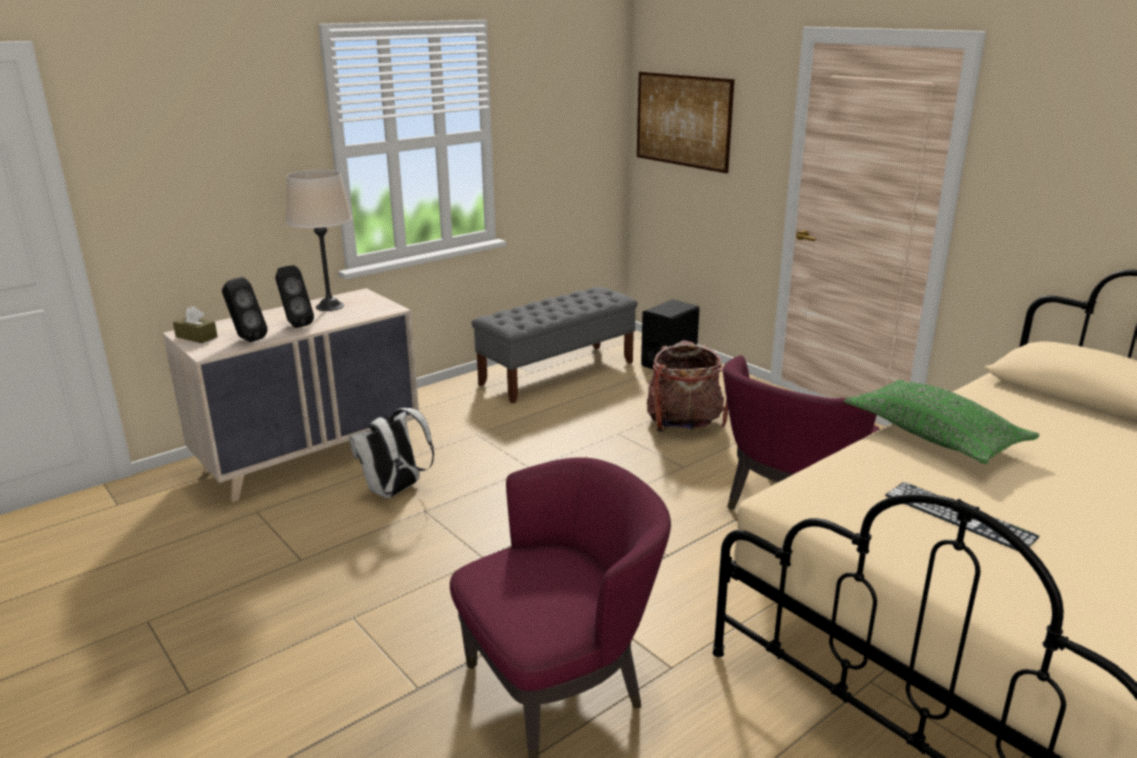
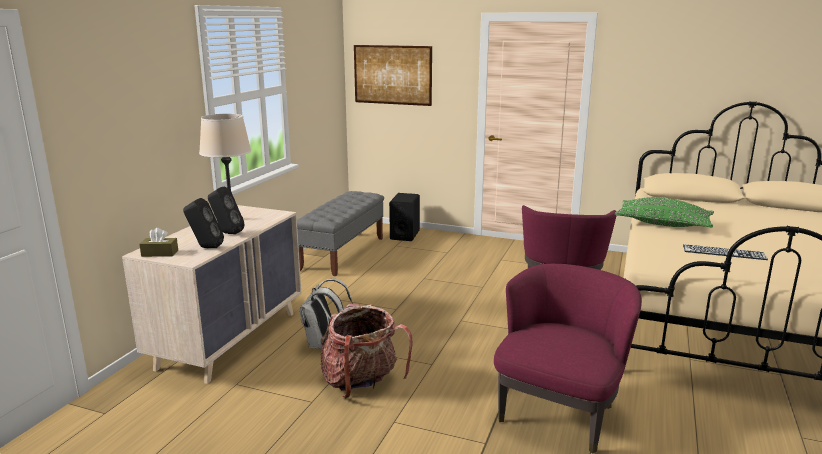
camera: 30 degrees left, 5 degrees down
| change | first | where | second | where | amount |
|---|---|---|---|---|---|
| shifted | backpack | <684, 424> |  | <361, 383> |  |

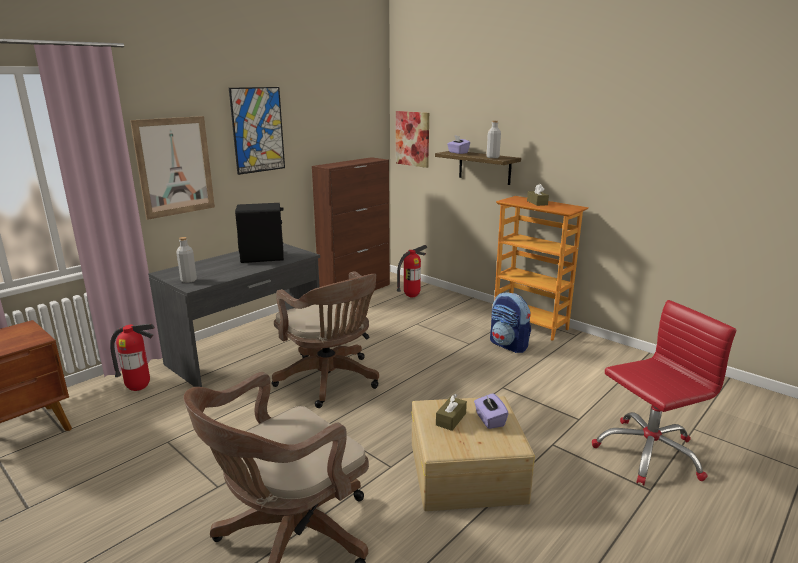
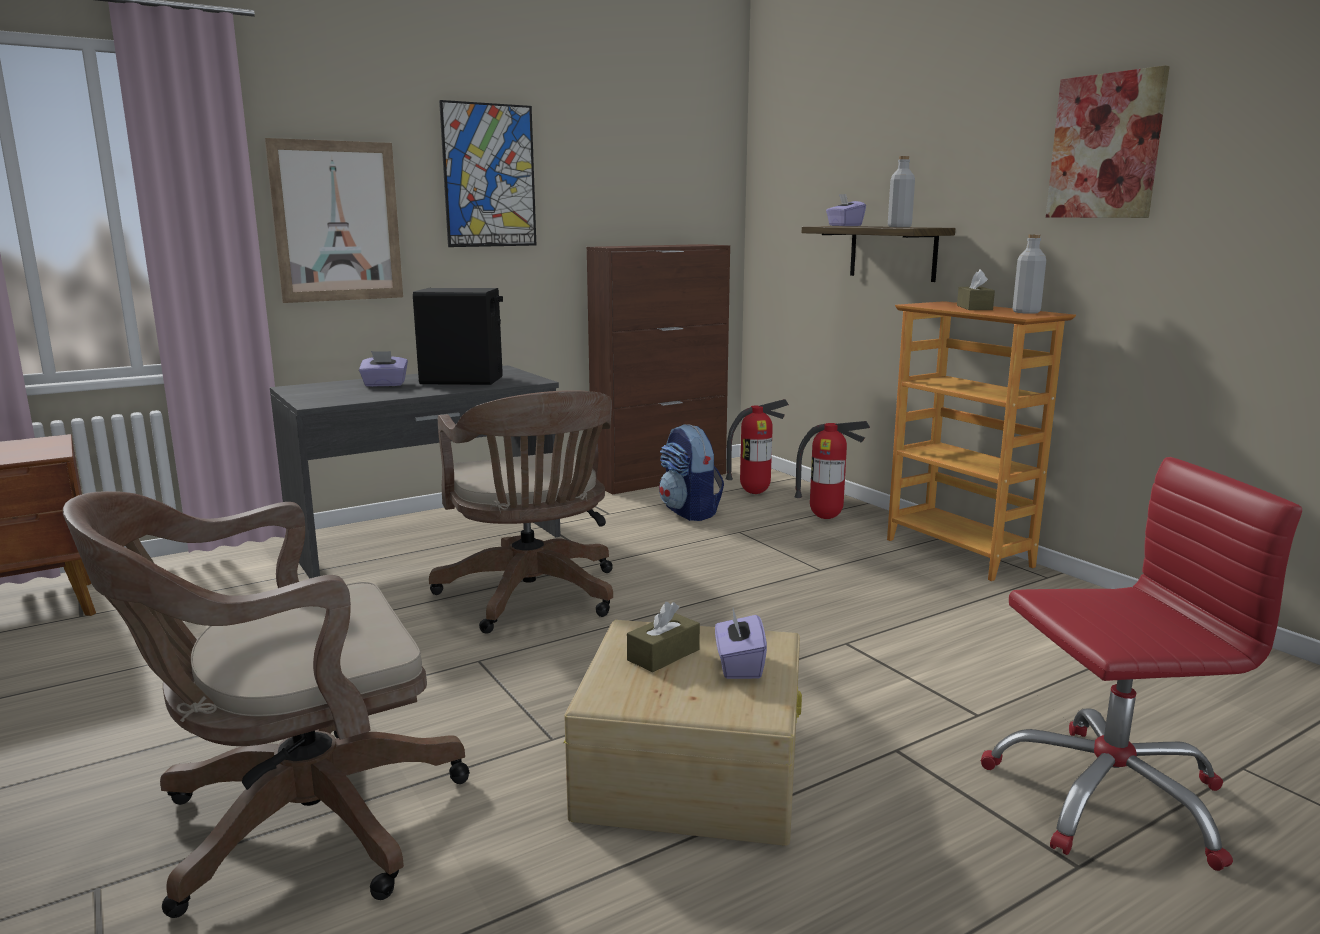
camera: 15 degrees right, 5 degrees down
| change | first | where | second | where | amount |
|---|---|---|---|---|---|
| new |  |  | tissue box (purple) | <384, 384> |  |
| shifted | fire extinguisher | <139, 388> |  | <826, 517> |  |
| shifted | bottle (grey) | <188, 280> |  | <1026, 312> |  |
| shifted | picture | <412, 139> |  | <1105, 146> |  |
| shifted | backpack | <509, 345> |  | <690, 512> |  |

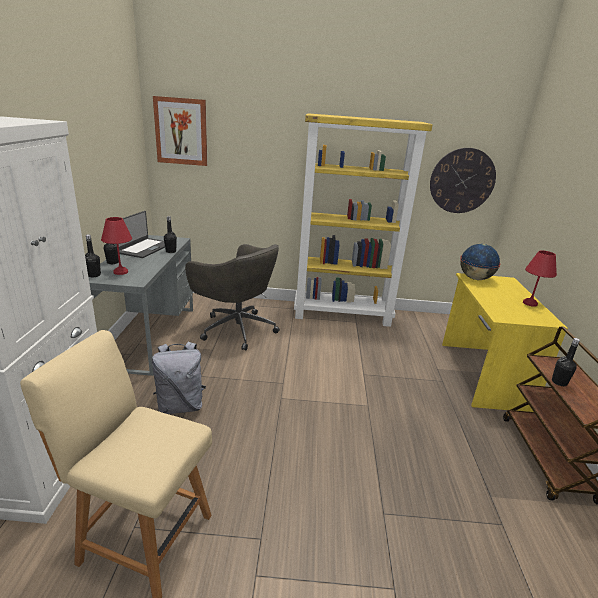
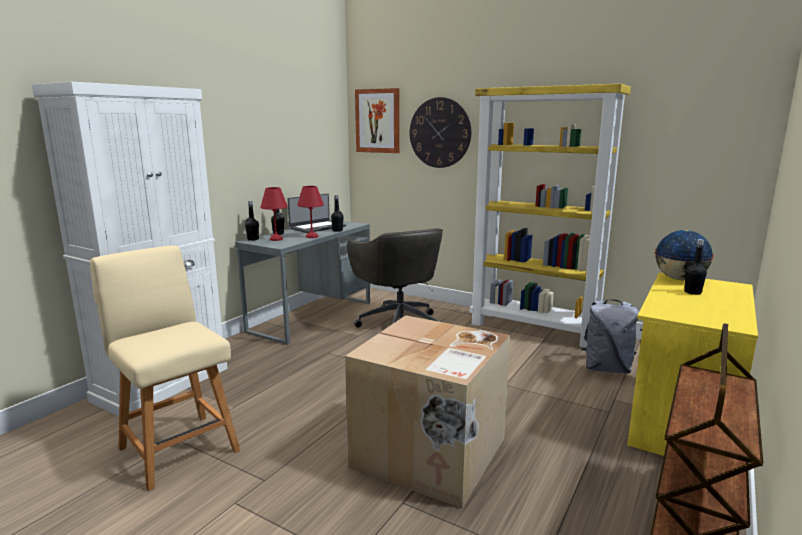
camera: 30 degrees right, 10 degrees down
| change | first | where | second | where | amount |
|---|---|---|---|---|---|
| new |  |  | cardboard box | <430, 454> |  |
| shifted | backpack (grey) | <181, 405> |  | <607, 368> |  |
| shifted | wall clock | <462, 181> |  | <440, 133> |  |
| shifted | table lamp (red) | <530, 303> |  | <311, 237> |  |
| shifted | bottle (black) | <559, 382> |  | <692, 292> |  |

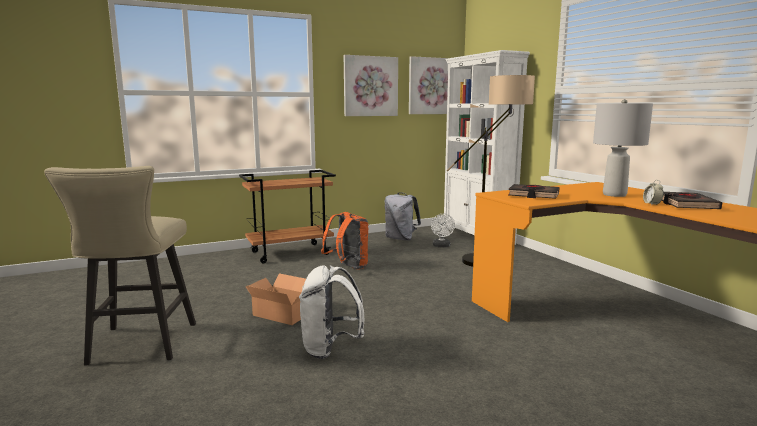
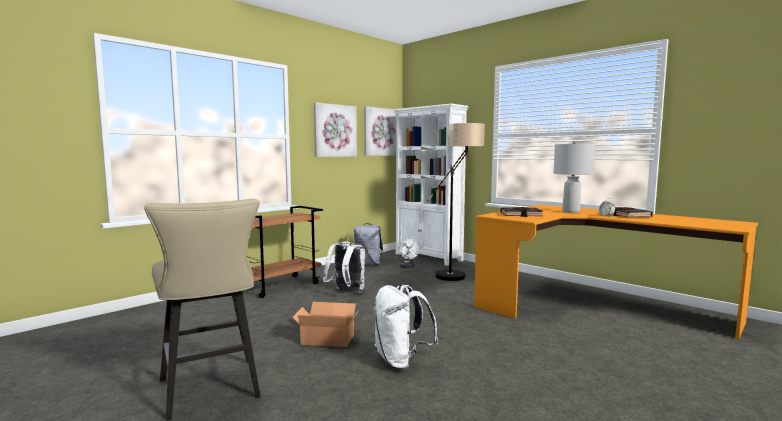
camera: 20 degrees left, 5 degrees down
| change | first | where | second | where | amount |
|---|---|---|---|---|---|
| repainted | backpack (orange) | <348, 267> | backpack (white) | <346, 292> |  |

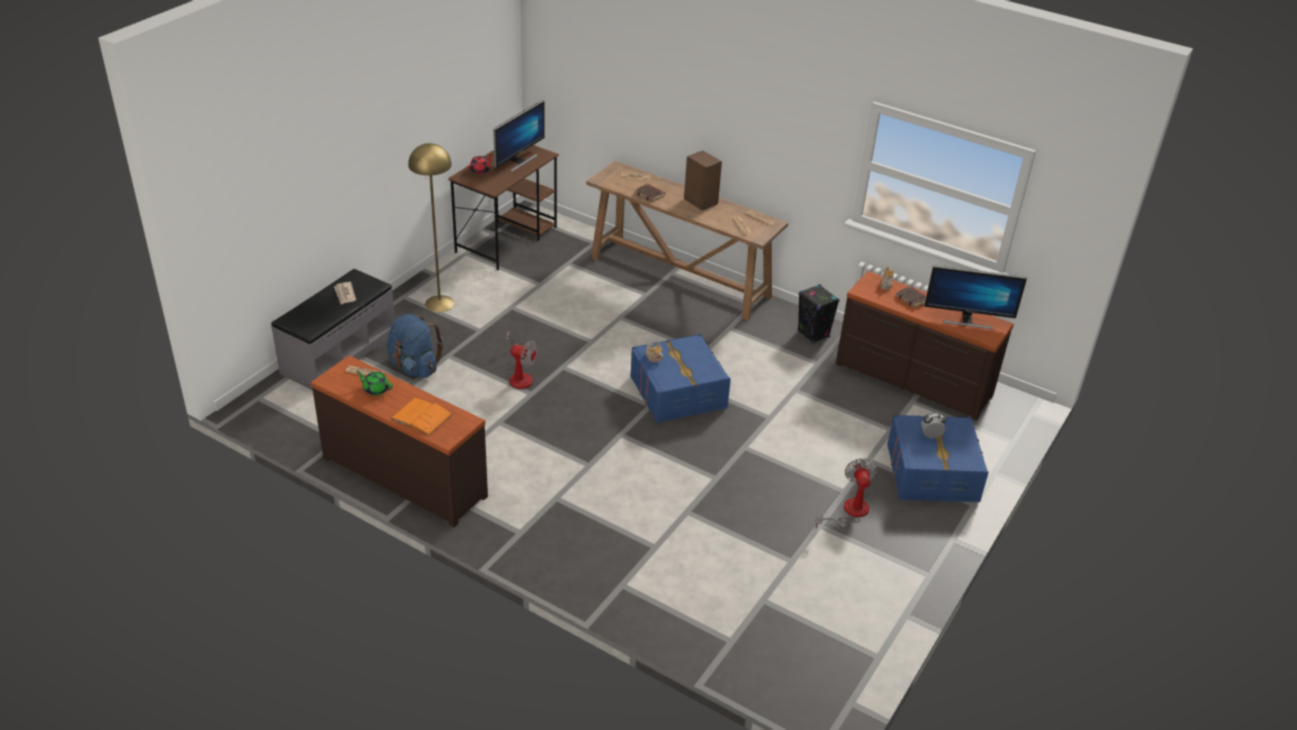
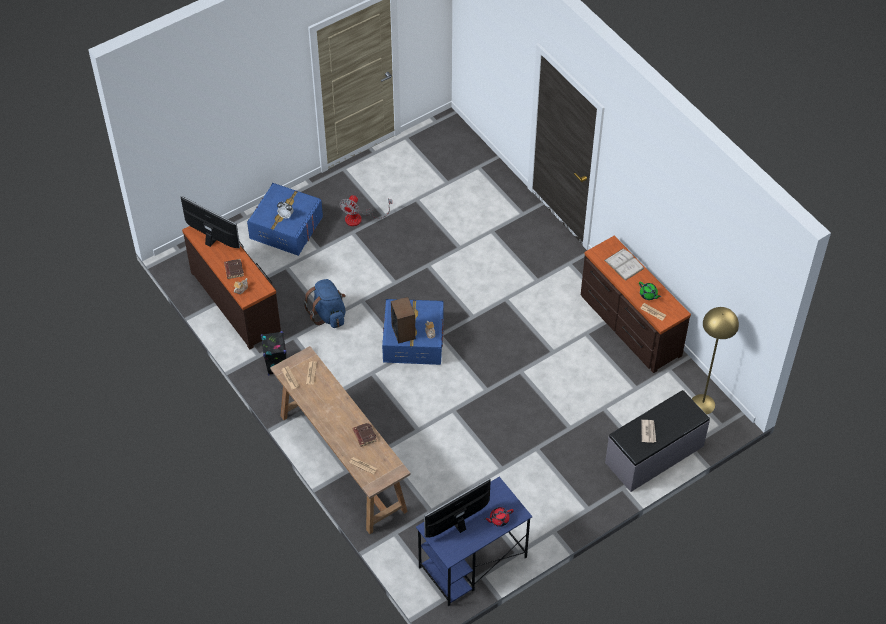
camera: 155 degrees left, 15 degrees up
| change | first | where | second | where | amount |
|---|---|---|---|---|---|
| gone | fan | <519, 376> |  |  |  |
| shifted | backpack (blue) | <414, 368> |  | <328, 314> |  |
| shifted | floor lamp (yellow) | <439, 303> |  | <702, 404> |  |
| shifted | speaker | <700, 201> |  | <403, 332> |  |
| repainted | book (orange) | <421, 417> | book (white) | <624, 264> |  |
| repainted | desk (brown) | <507, 239> | desk (blue) | <472, 563> |  |

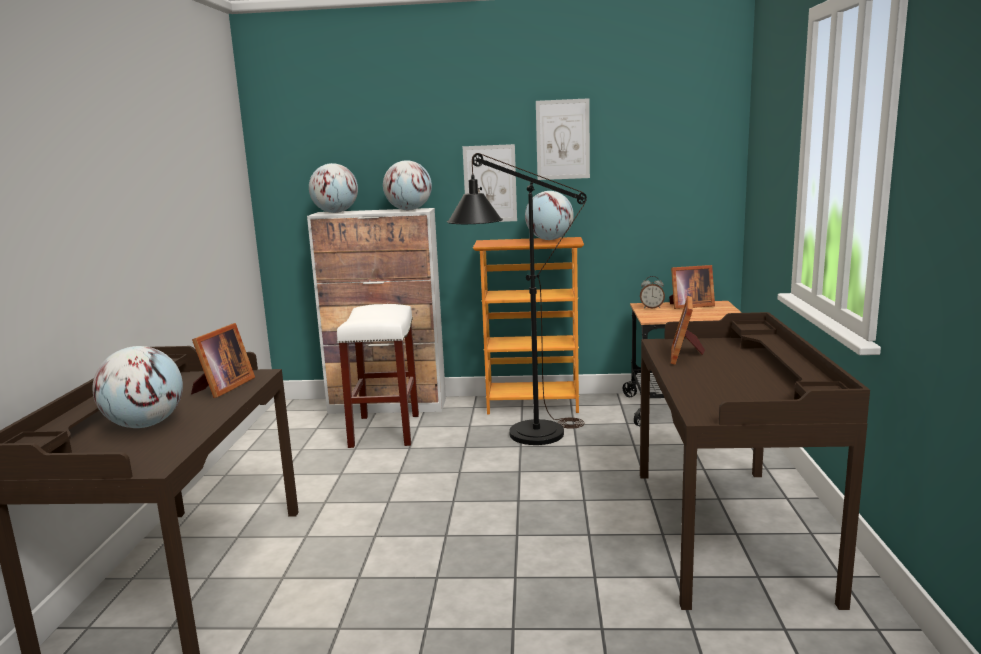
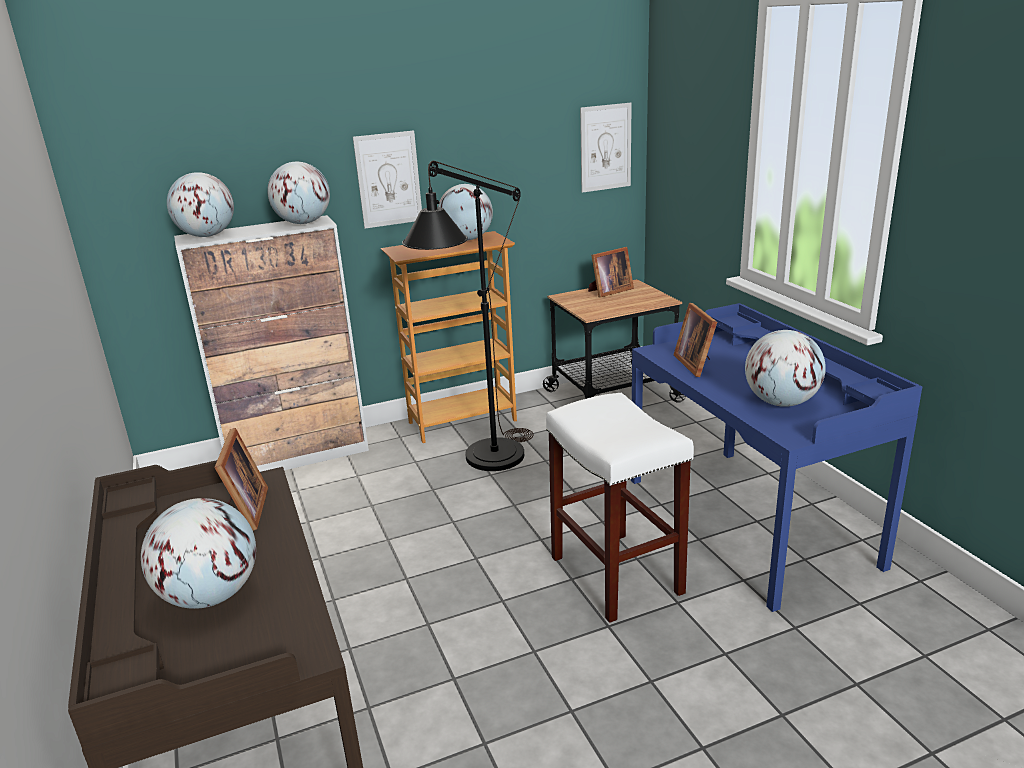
camera: 25 degrees left, 10 degrees up
| change | first | where | second | where | amount |
|---|---|---|---|---|---|
| gone | alarm clock | <652, 307> |  |  |  |
| new |  |  | globe | <781, 402> |  |
| shifted | stool (white) | <384, 430> |  | <614, 574> |  |
| shifted | picture | <563, 139> |  | <605, 147> |  |
| repainted | desk (brown) | <729, 531> | desk (blue) | <749, 520> |  |

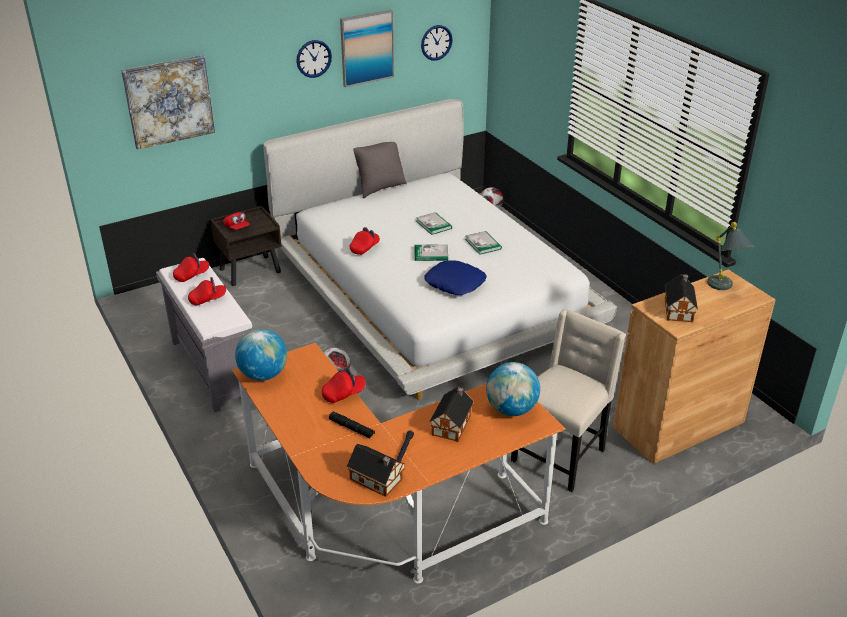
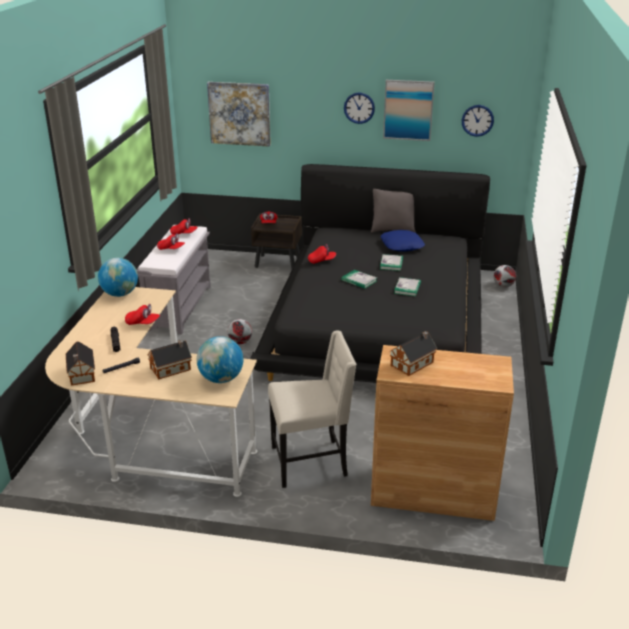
camera: 40 degrees right, 5 degrees down
| change | first | where | second | where | amount |
|---|---|---|---|---|---|
| gone | table lamp (grey) | <723, 288> |  |  |  |
| shifted | pillow (blue) | <455, 283> |  | <402, 245> |  |
| repainted | desk (orange) | <384, 517> | desk (beige) | <148, 434> |  |
| repainted | bed (white) | <431, 289> | bed (black) | <378, 319> |  |

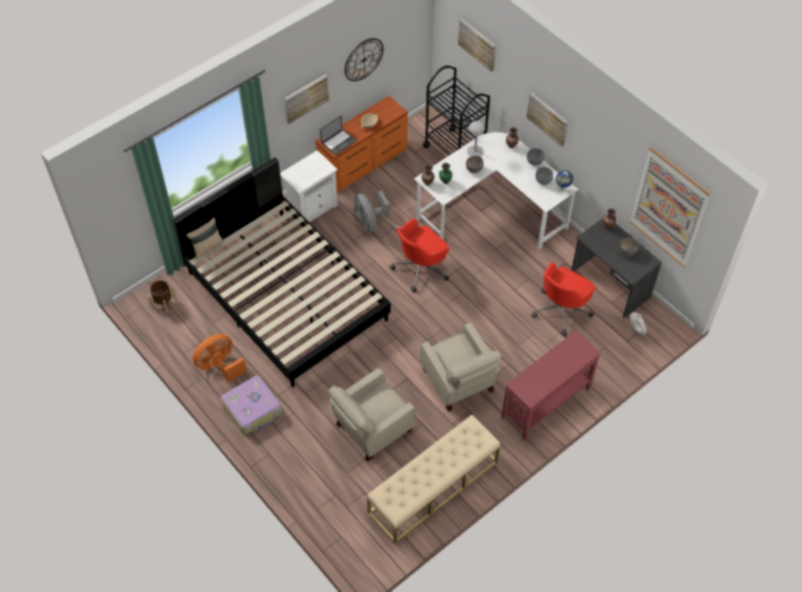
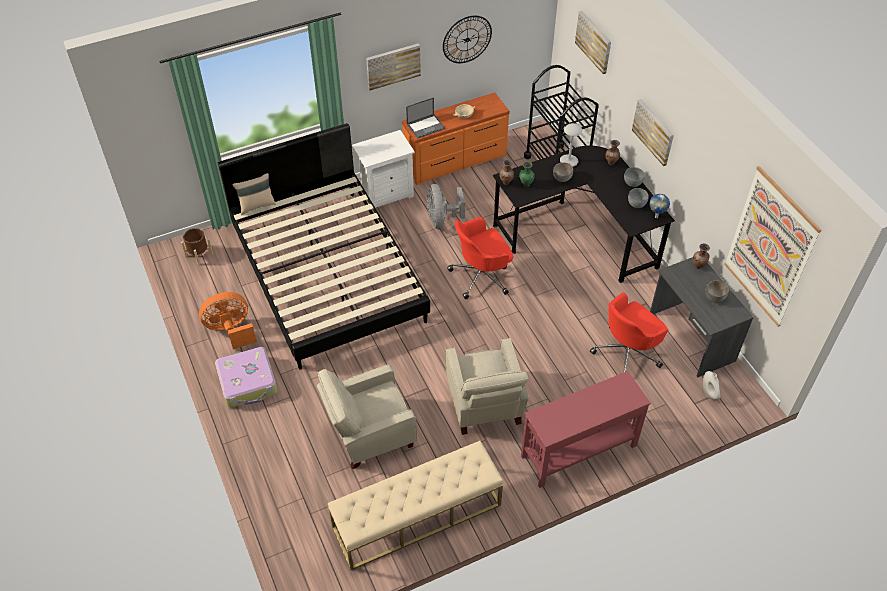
camera: 15 degrees right, 5 degrees down
| change | first | where | second | where | amount |
|---|---|---|---|---|---|
| repainted | desk (white) | <492, 209> | desk (black) | <579, 232> |  |

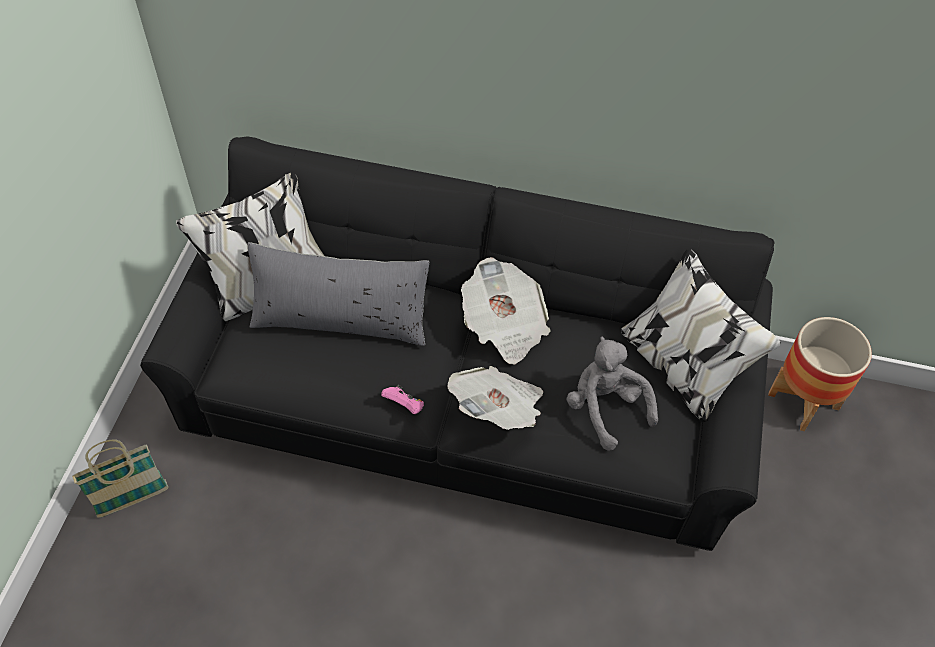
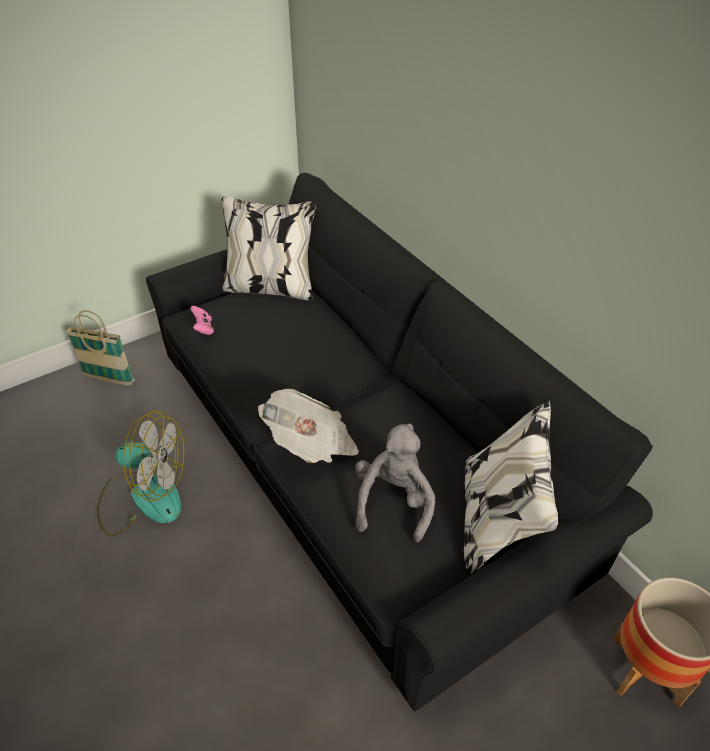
camera: 45 degrees right, 10 degrees down
| change | first | where | second | where | amount |
|---|---|---|---|---|---|
| gone | pillow (grey) | <340, 318> |  |  |  |
| gone | newspaper | <504, 325> |  |  |  |
| new |  |  | fan | <144, 497> |  |
| shifted | game controller (pink) | <404, 406> |  | <203, 328> |  |

